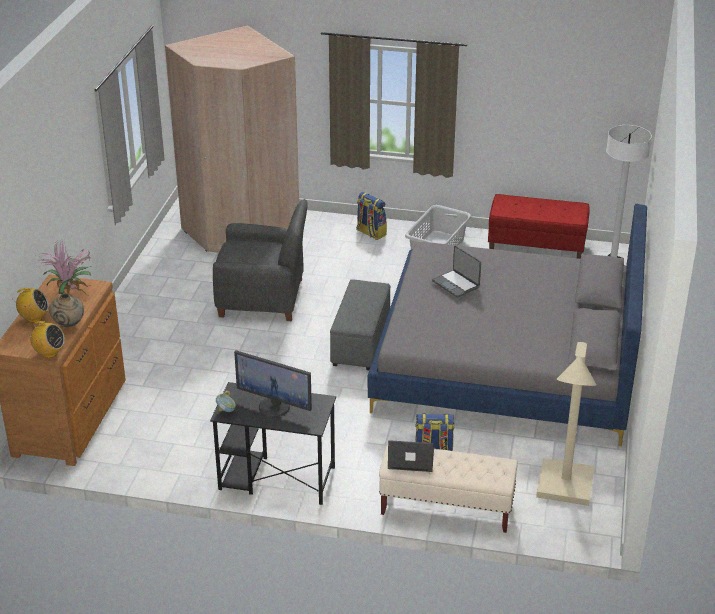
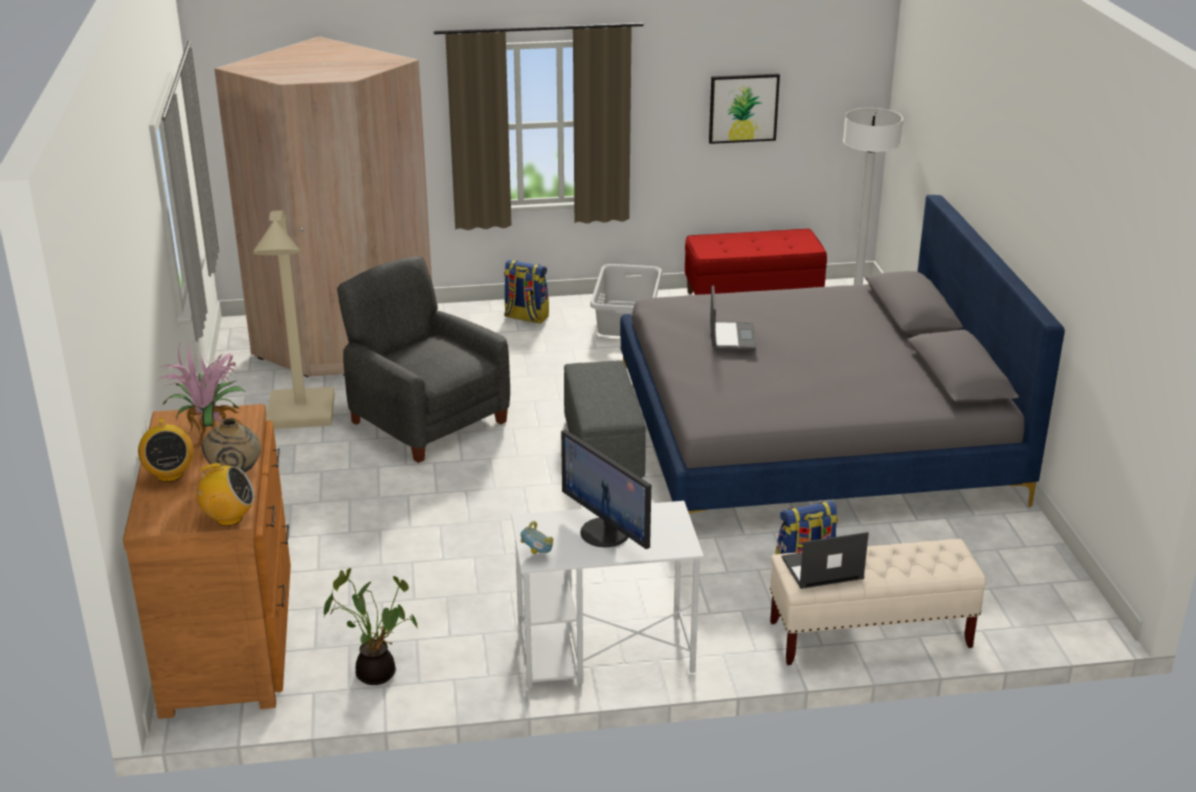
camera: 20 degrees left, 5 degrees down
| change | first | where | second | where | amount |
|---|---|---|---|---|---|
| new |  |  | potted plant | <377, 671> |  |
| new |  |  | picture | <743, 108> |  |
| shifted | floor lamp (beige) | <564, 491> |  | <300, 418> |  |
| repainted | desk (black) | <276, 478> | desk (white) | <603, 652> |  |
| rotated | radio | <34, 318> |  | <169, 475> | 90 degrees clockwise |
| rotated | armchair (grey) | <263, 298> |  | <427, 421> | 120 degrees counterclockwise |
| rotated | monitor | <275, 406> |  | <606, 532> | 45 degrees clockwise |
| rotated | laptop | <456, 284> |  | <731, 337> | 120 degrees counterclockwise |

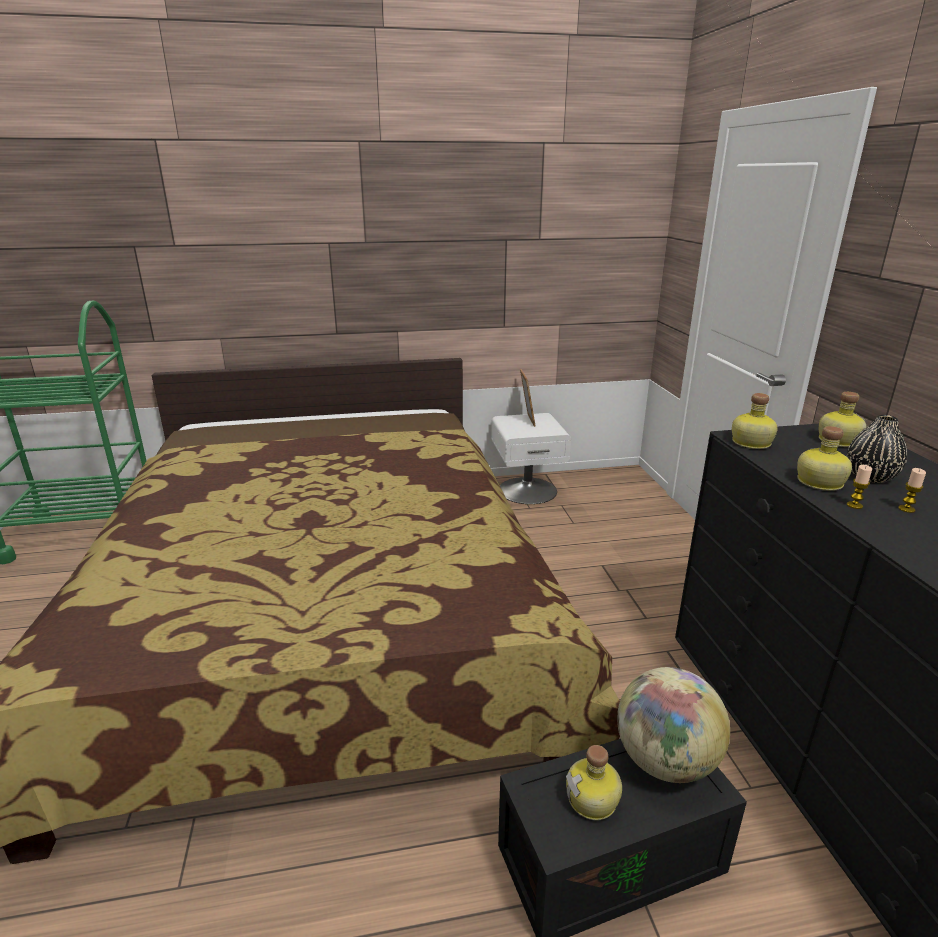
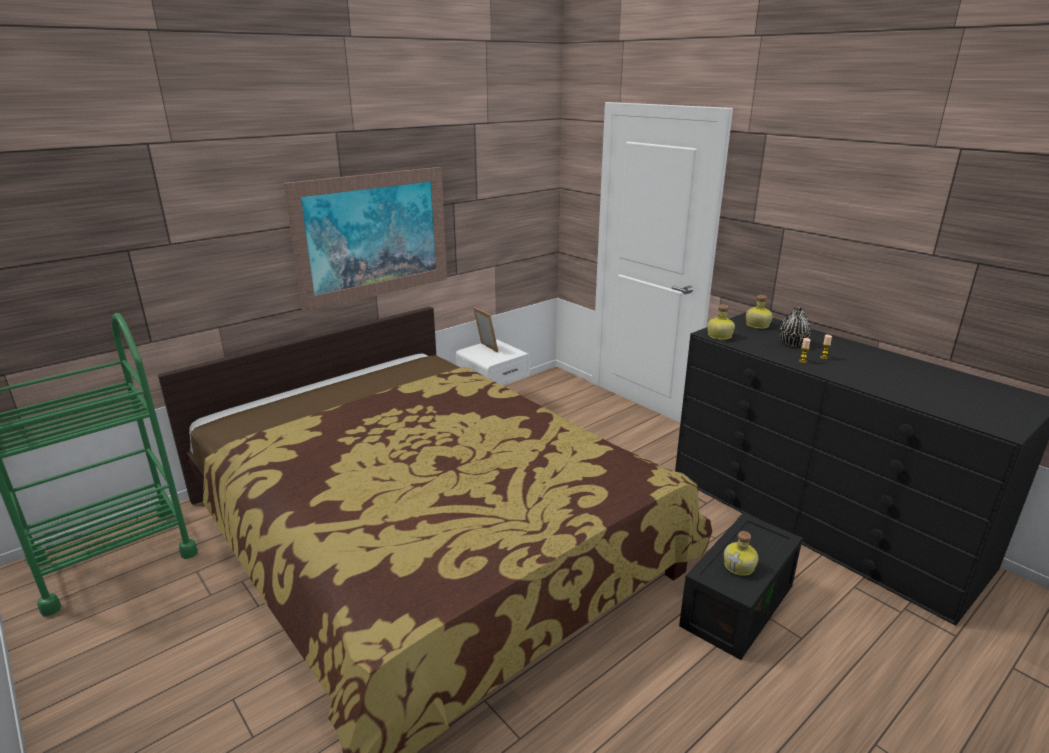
camera: 30 degrees left, 0 degrees up
| change | first | where | second | where | amount |
|---|---|---|---|---|---|
| gone | globe | <664, 761> |  |  |  |
| gone | bottle | <818, 483> |  |  |  |
| new |  |  | picture | <373, 236> |  |

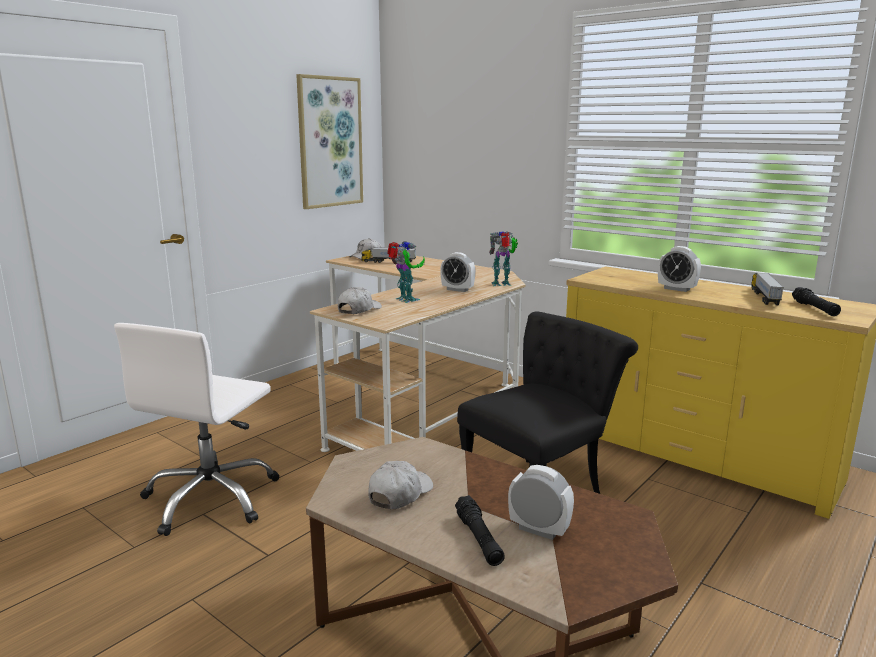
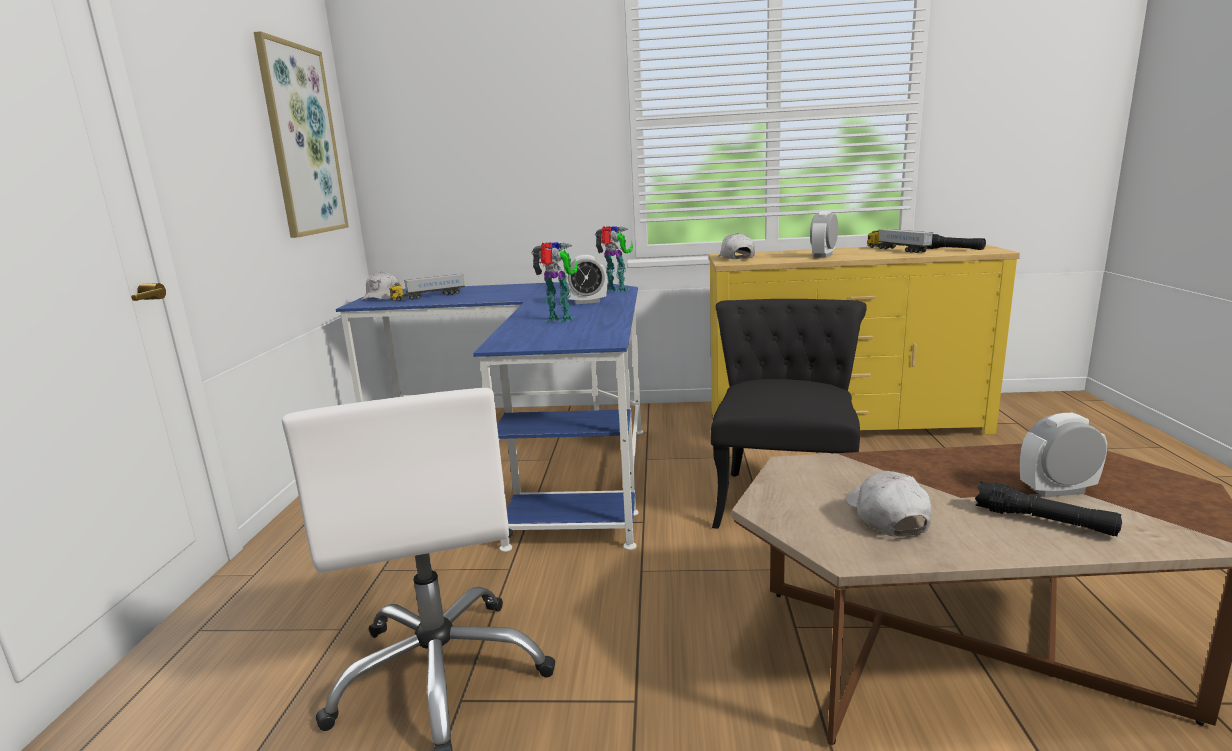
camera: 35 degrees left, 0 degrees up
| change | first | where | second | where | amount |
|---|---|---|---|---|---|
| shifted | cap (white) | <359, 310> |  | <736, 258> |  |
| repainted | desk (beige) | <420, 398> | desk (blue) | <530, 456> |  |
| rotated | toy robot | <502, 284> |  | <617, 290> | 75 degrees clockwise |
| rotated | alarm clock | <676, 289> |  | <823, 256> | 120 degrees clockwise |

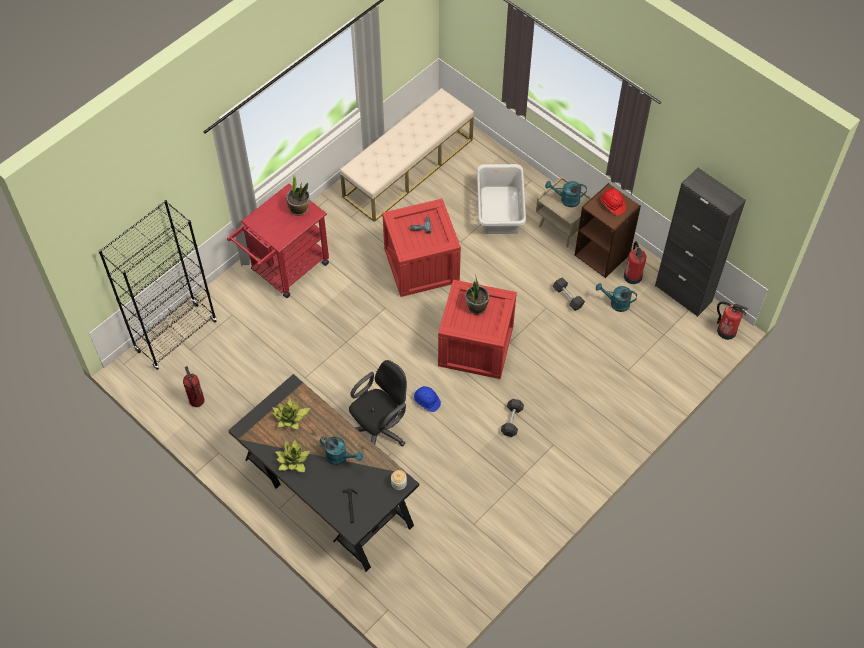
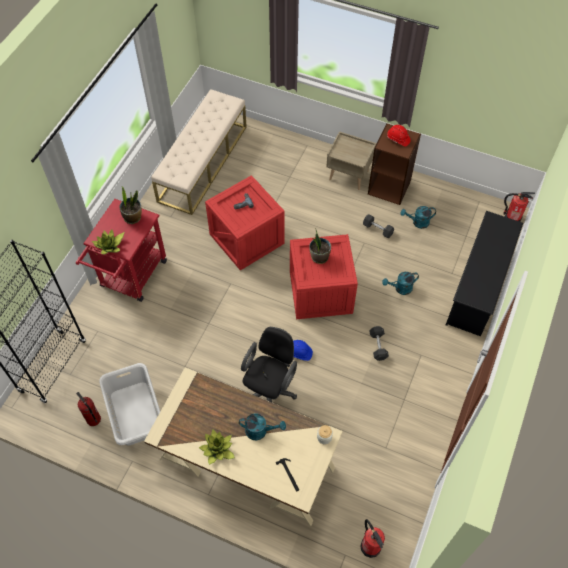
camera: 20 degrees left, 0 degrees up
| change | first | where | second | where | amount |
|---|---|---|---|---|---|
| gone | cabinet (black) | <683, 293> |  |  |  |
| new |  |  | shoe rack (black) | <478, 288> |  |
| shifted | potted plant | <290, 418> |  | <110, 246> |  |
| shifted | laundry basket (grey) | <499, 210> |  | <135, 414> |  |
| shifted | watering can (turquoise) | <566, 200> |  | <400, 288> |  |
| shifted | fire extinguisher | <632, 276> |  | <370, 546> |  |
| repainted | desk (black) | <327, 493> | desk (beige) | <246, 464> |  |

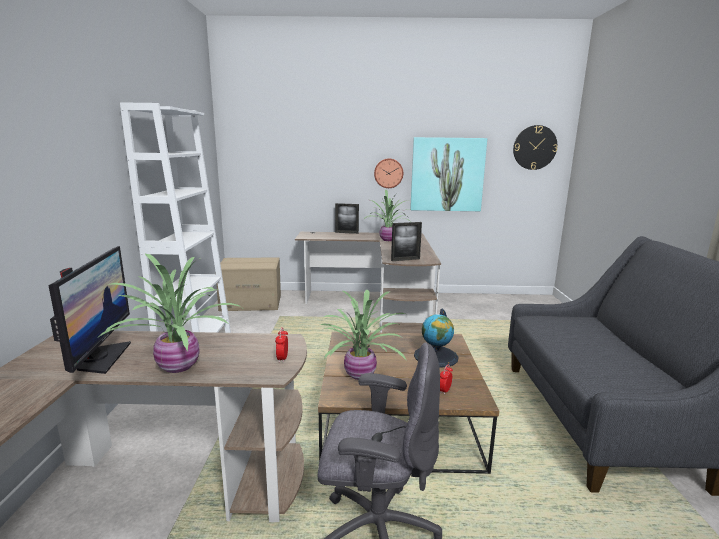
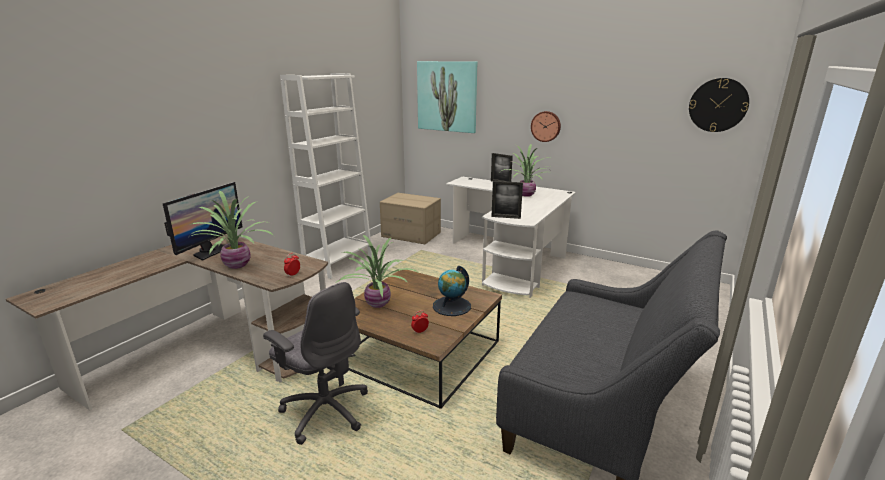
camera: 30 degrees right, 5 degrees up
| change | first | where | second | where | amount |
|---|---|---|---|---|---|
| shifted | picture | <447, 174> |  | <447, 96> |  |
| repainted | desk (brown) | <379, 308> | desk (white) | <511, 260> |  |

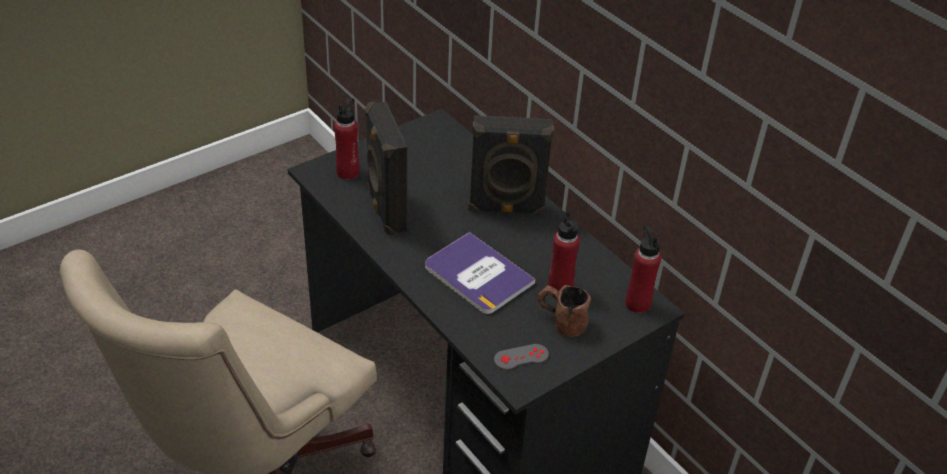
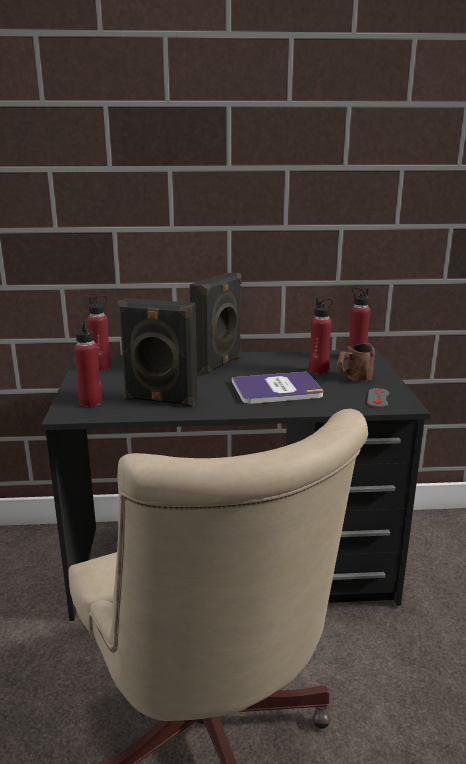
camera: 55 degrees left, 20 degrees down
| change | first | where | second | where | amount |
|---|---|---|---|---|---|
| new |  |  | bottle (red) | <101, 367> |  |

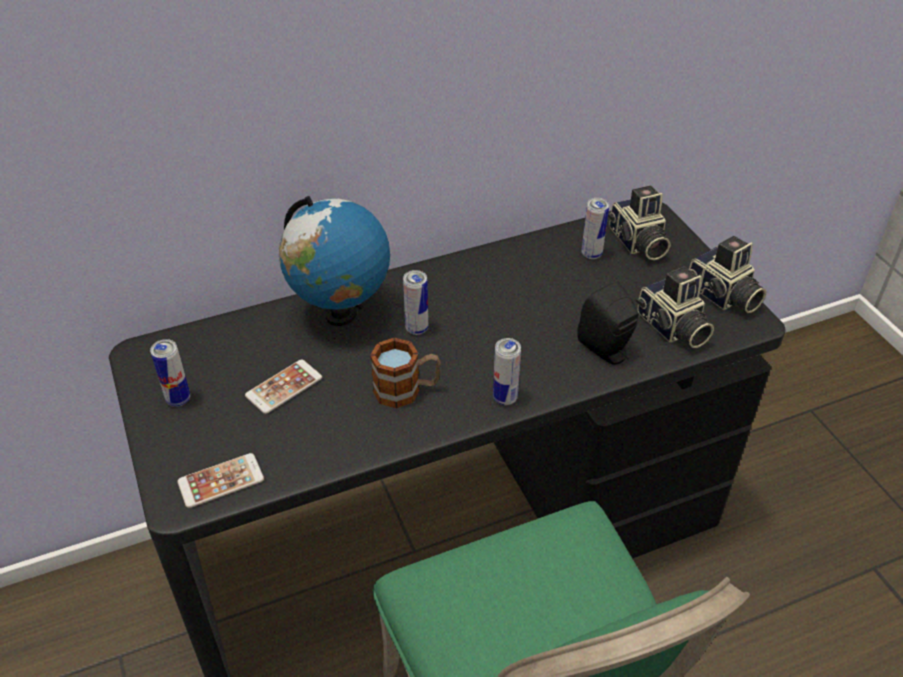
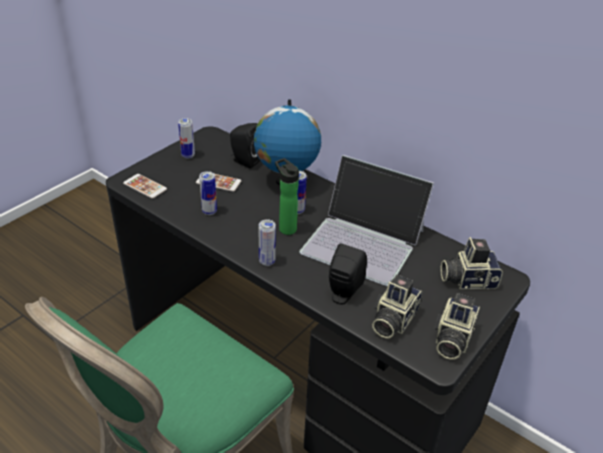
camera: 60 degrees right, 5 degrees down
| change | first | where | second | where | amount |
|---|---|---|---|---|---|
| gone | mug | <406, 390> |  |  |  |
| new |  |  | speaker (black) | <244, 161> |  |
| new |  |  | bottle | <286, 228> |  |
| new |  |  | laptop | <364, 241> |  |
| shifted | can | <591, 254> |  | <209, 211> |  |
| rotated | photo camera | <637, 243> |  | <467, 279> | 45 degrees clockwise |

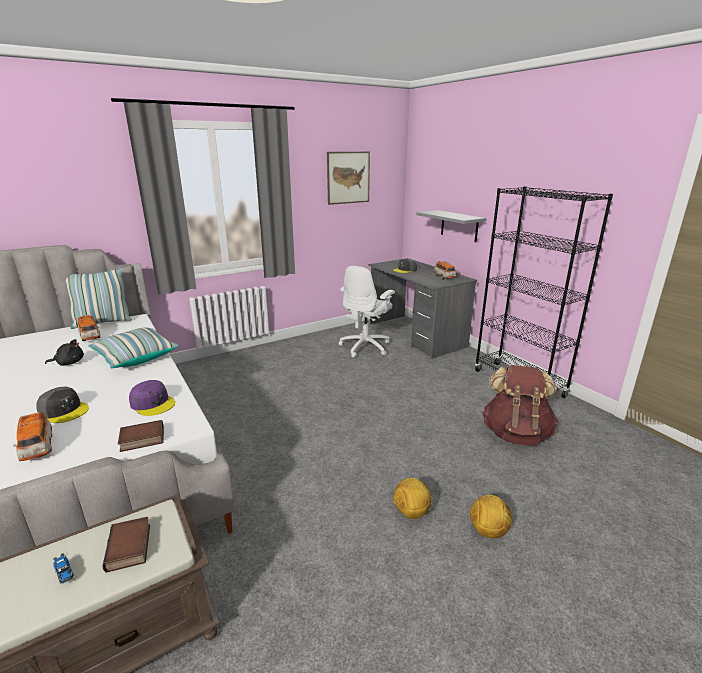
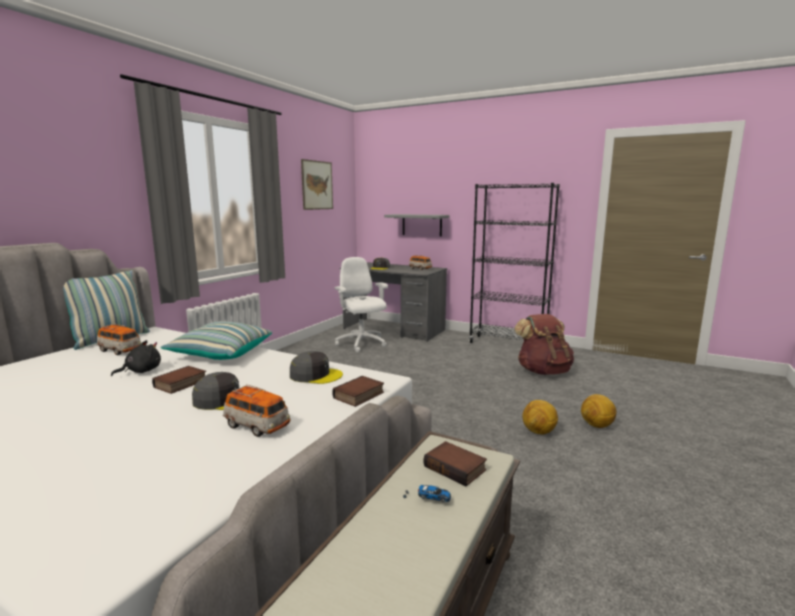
camera: 30 degrees left, 10 degrees down
| change | first | where | second | where | amount |
|---|---|---|---|---|---|
| new |  |  | book | <181, 384> |  |
| repainted | cap (purple) | <153, 403> | cap (grey) | <315, 375> |  |
| rotated | office chair (white) | <366, 347> |  | <361, 344> | 150 degrees clockwise |

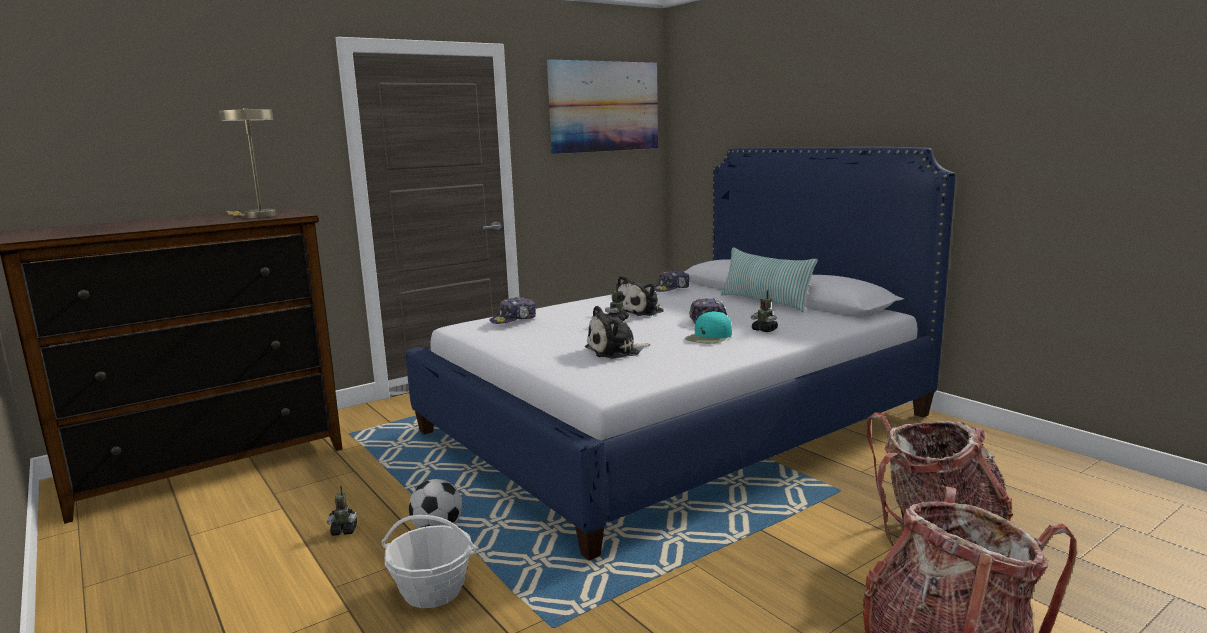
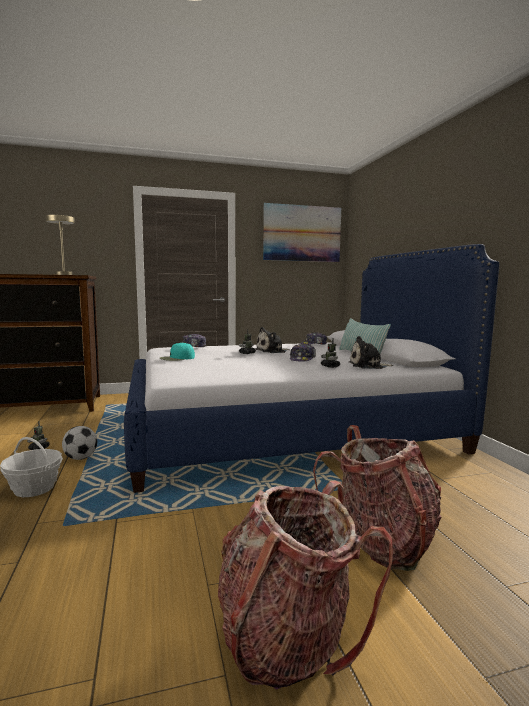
camera: 20 degrees right, 5 degrees down
| change | first | where | second | where | amount |
|---|---|---|---|---|---|
| shifted | plush toy | <616, 351> |  | <368, 366> |  |
| shifted | cap (turquoise) | <709, 337> |  | <177, 358> |  |

